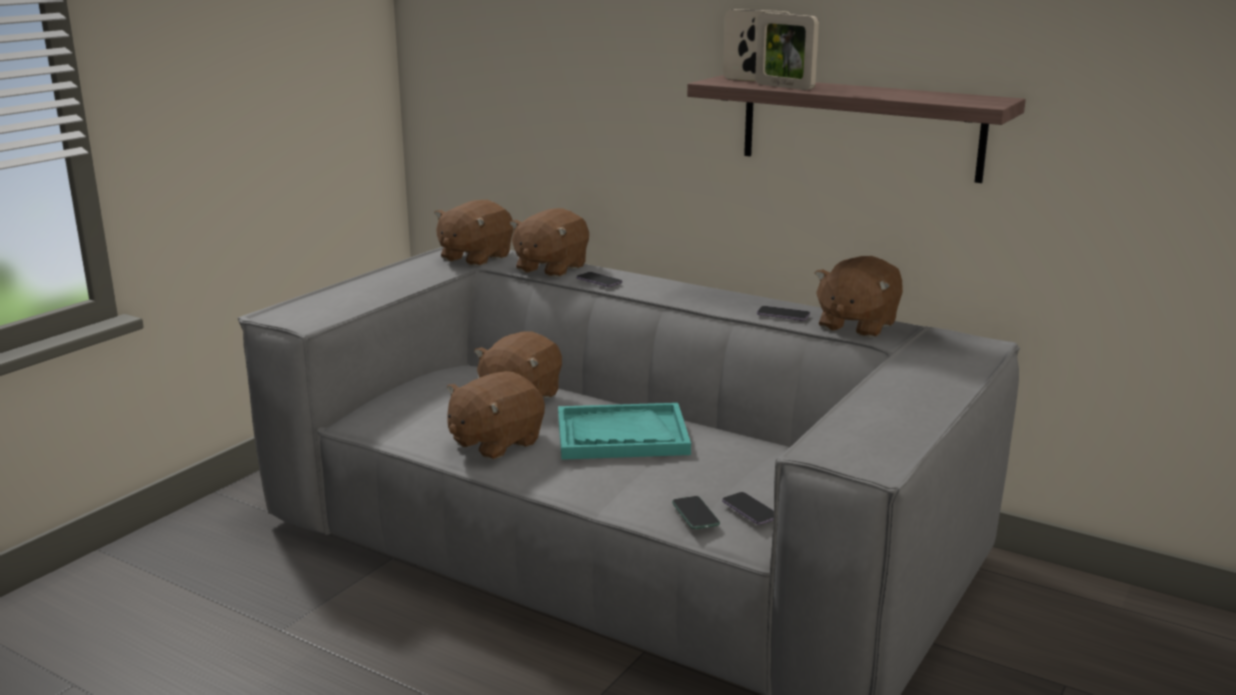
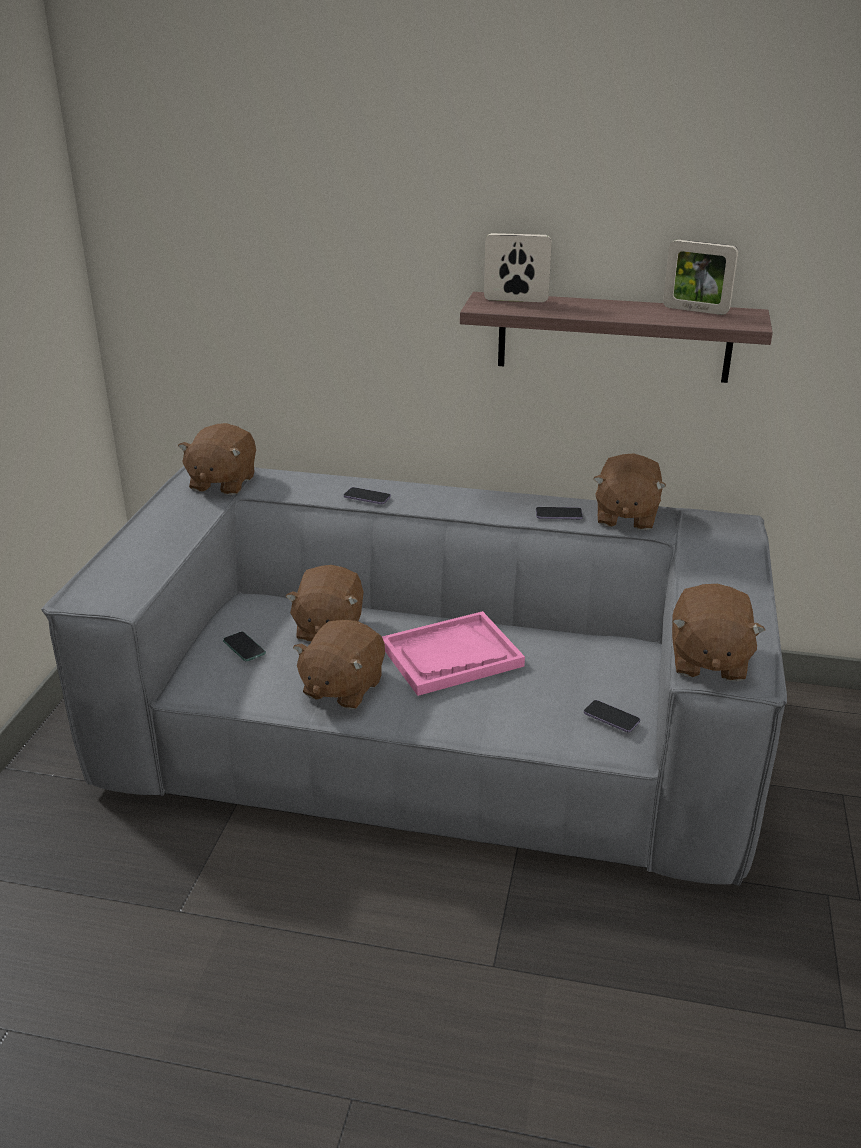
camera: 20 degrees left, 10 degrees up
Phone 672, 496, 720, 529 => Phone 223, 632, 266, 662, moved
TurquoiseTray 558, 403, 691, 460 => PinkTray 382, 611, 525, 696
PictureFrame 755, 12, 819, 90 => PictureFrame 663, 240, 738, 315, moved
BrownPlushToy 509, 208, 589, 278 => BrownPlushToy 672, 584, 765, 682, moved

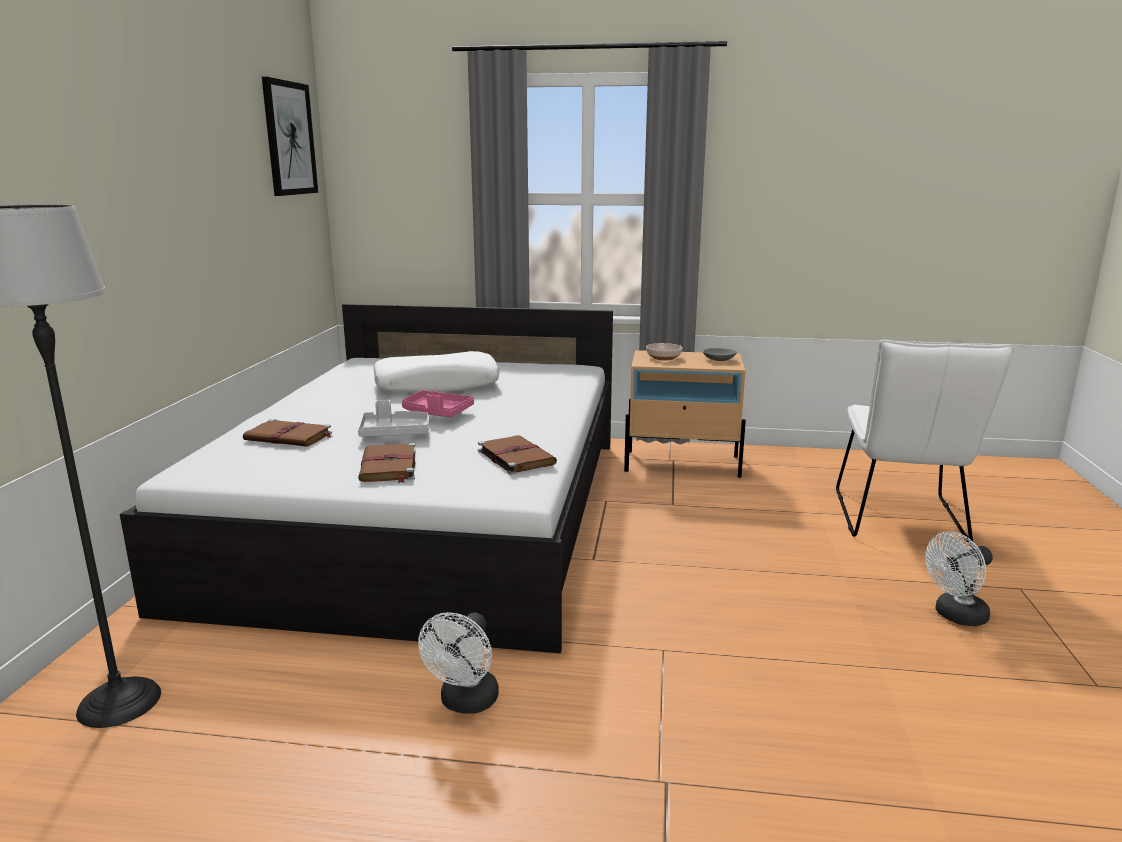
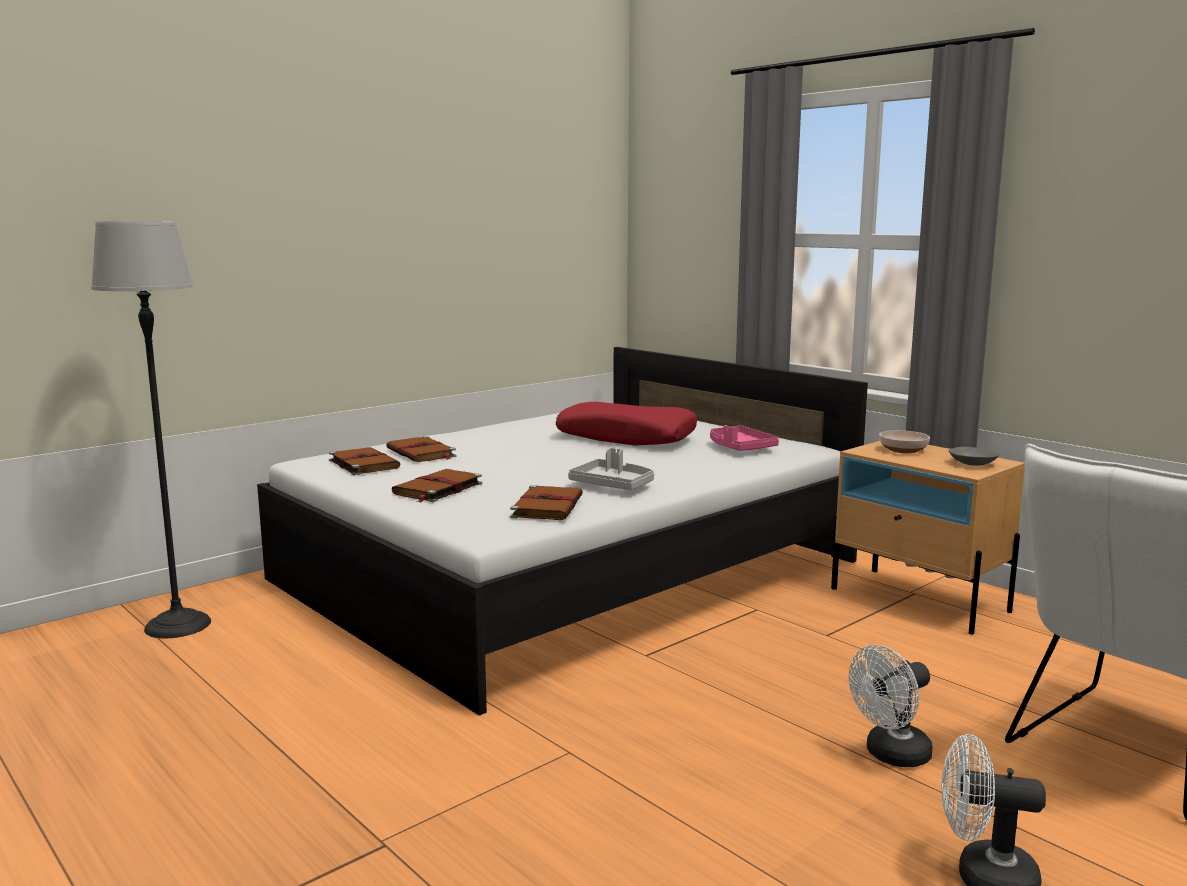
camera: 40 degrees right, 5 degrees down
nothing => BrownBook 329, 447, 400, 475
WhitePillow 374, 351, 500, 392 => RedPillow 556, 402, 697, 445
GreyTray 358, 400, 429, 437 => GreyTray 568, 448, 654, 490, moved
PinkTray 402, 390, 474, 417 => PinkTray 710, 425, 779, 451, moved
WhiteFan 418, 612, 499, 714 => WhiteFan 849, 645, 933, 767, moved
Picture 262, 77, 318, 196 => nothing

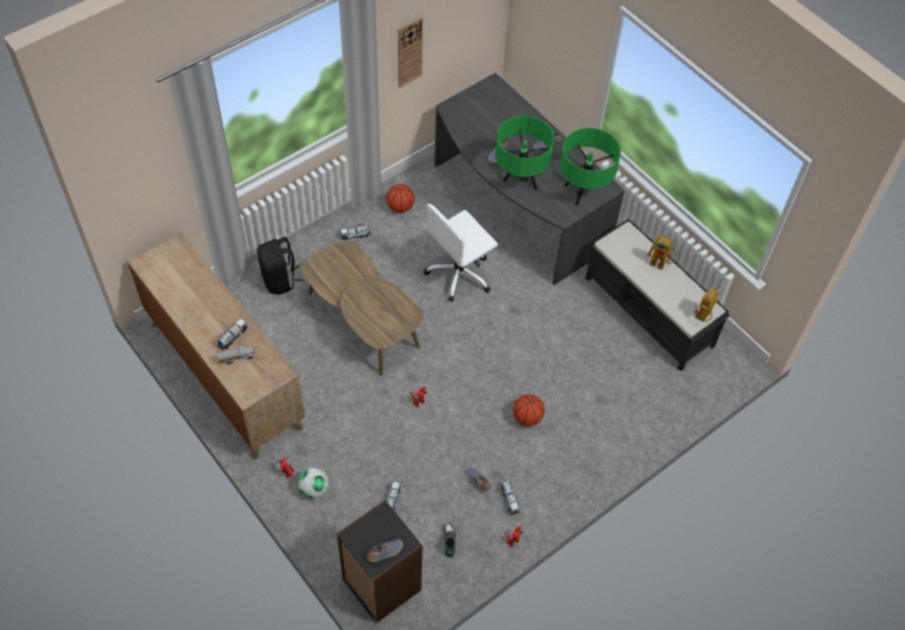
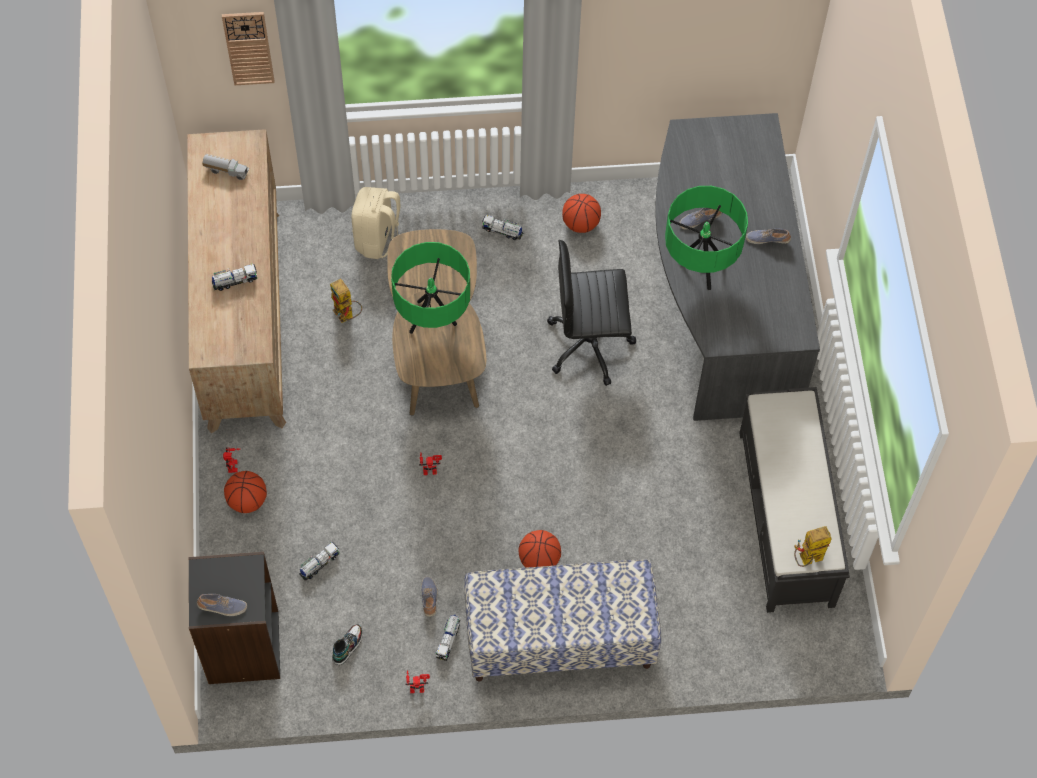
camera: 35 degrees right, 5 degrees up
ToyTruck 217, 346, 255, 364 => ToyTruck 202, 154, 249, 180, moved
WallClock 398, 17, 423, 87 => WallClock 222, 12, 275, 85, moved
Football 298, 467, 329, 498 => Basketball 224, 471, 267, 513
ToyRobot 647, 235, 676, 270 => ToyRobot 330, 279, 362, 323, moved
BlackBackpack 257, 237, 304, 295 => BeigeBackpack 352, 187, 400, 259
GreenTableLamp 560, 128, 621, 206 => GreenTableLamp 391, 242, 470, 334, moved
nothing => Bench 464, 560, 661, 681
WhiteOfficeChair 424, 204, 498, 302 => BlackOfficeChair 547, 240, 636, 386

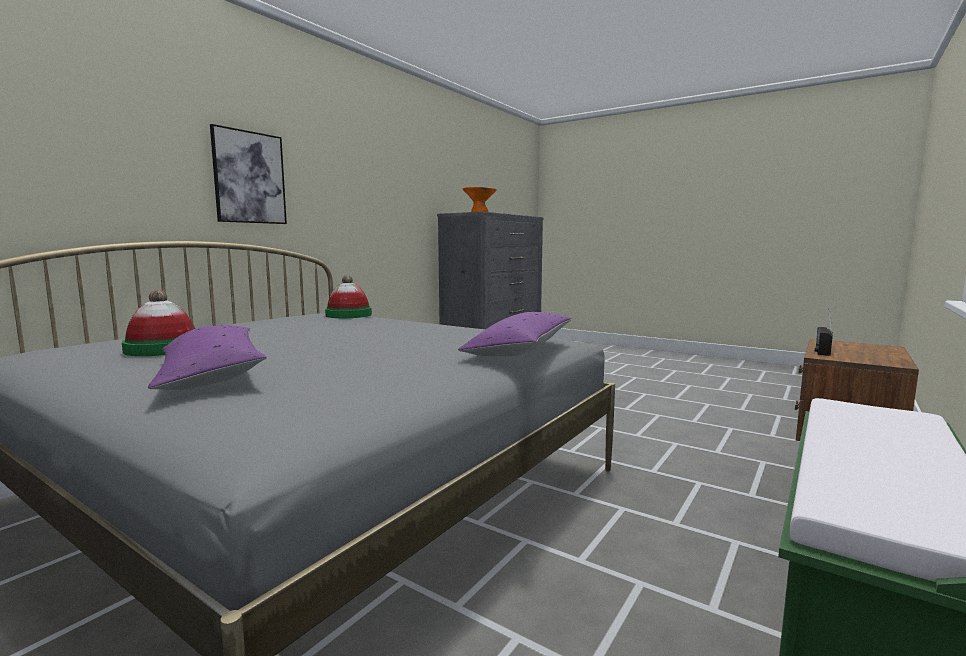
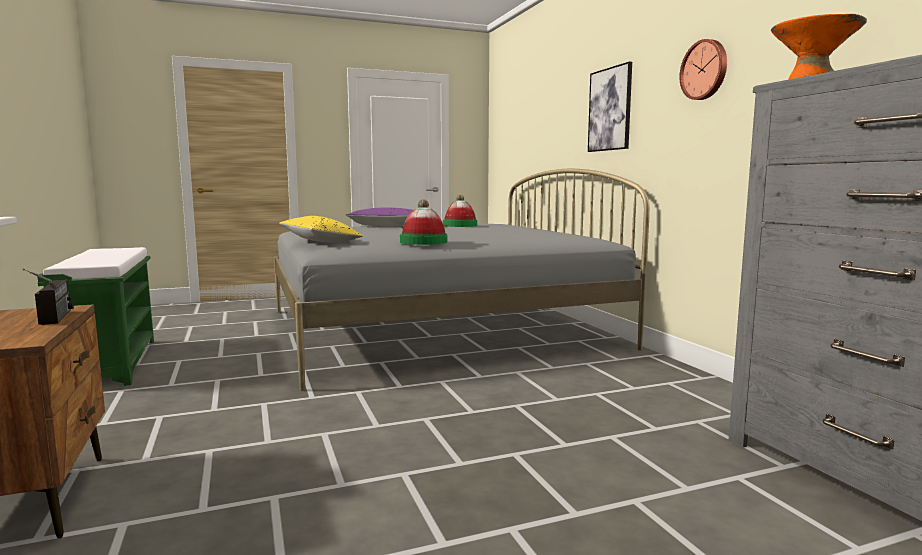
camera: 125 degrees right, 0 degrees up
PurplePillow 458, 312, 572, 357 => YellowPillow 279, 216, 363, 243
Hat 325, 275, 372, 318 => Hat 400, 199, 448, 245, moved
nothing => WallClock 680, 39, 727, 100

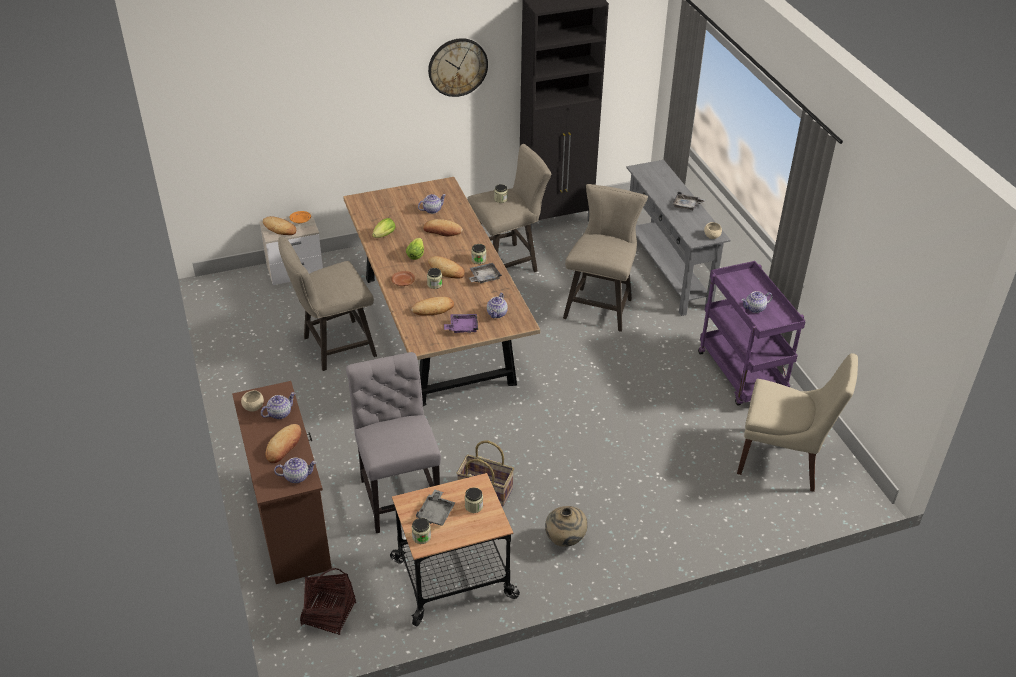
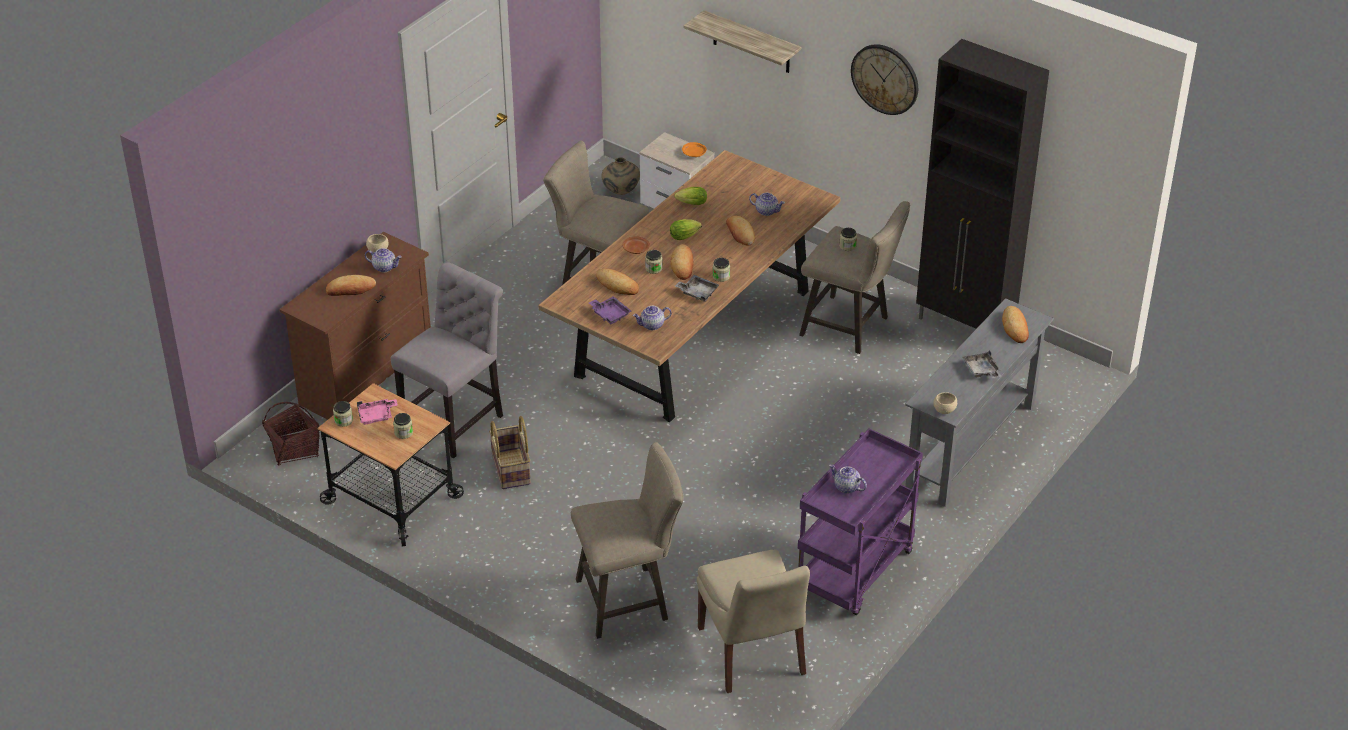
camera: 55 degrees right, 0 degrees up
GreyTray 416, 490, 456, 526 => PinkTray 357, 399, 398, 425
BeigeStool 563, 184, 648, 332 => BeigeStool 571, 442, 683, 639, moved
BeigeVase 545, 506, 588, 547 => BeigeVase 601, 157, 640, 195, moved
nothing => Shelf 683, 10, 801, 73
Bread 263, 216, 296, 235 => Bread 1002, 306, 1029, 343, moved
Teapot 274, 458, 317, 483 => nothing

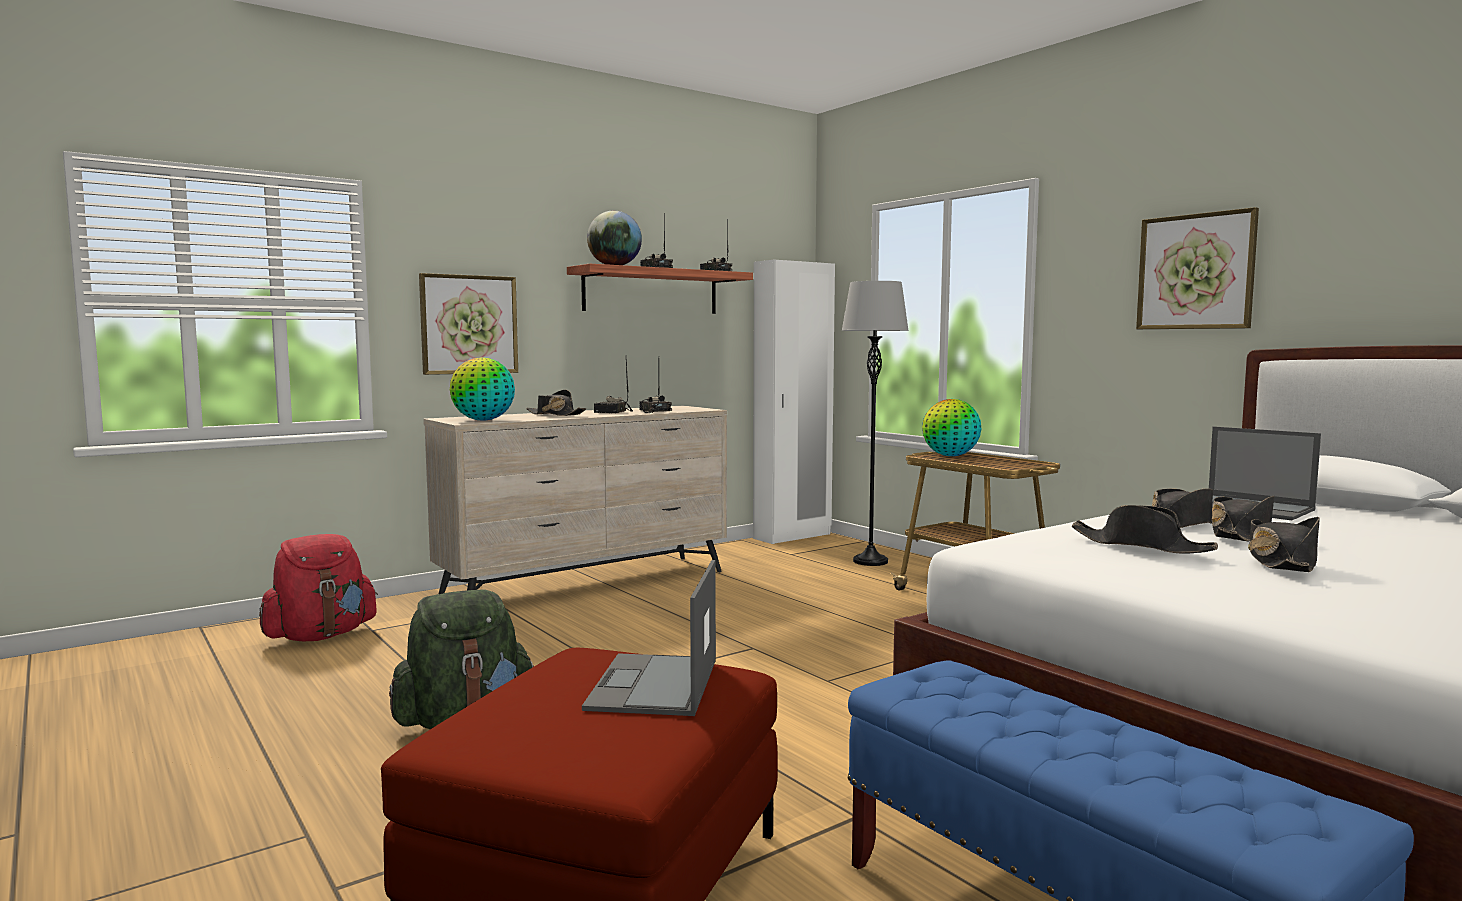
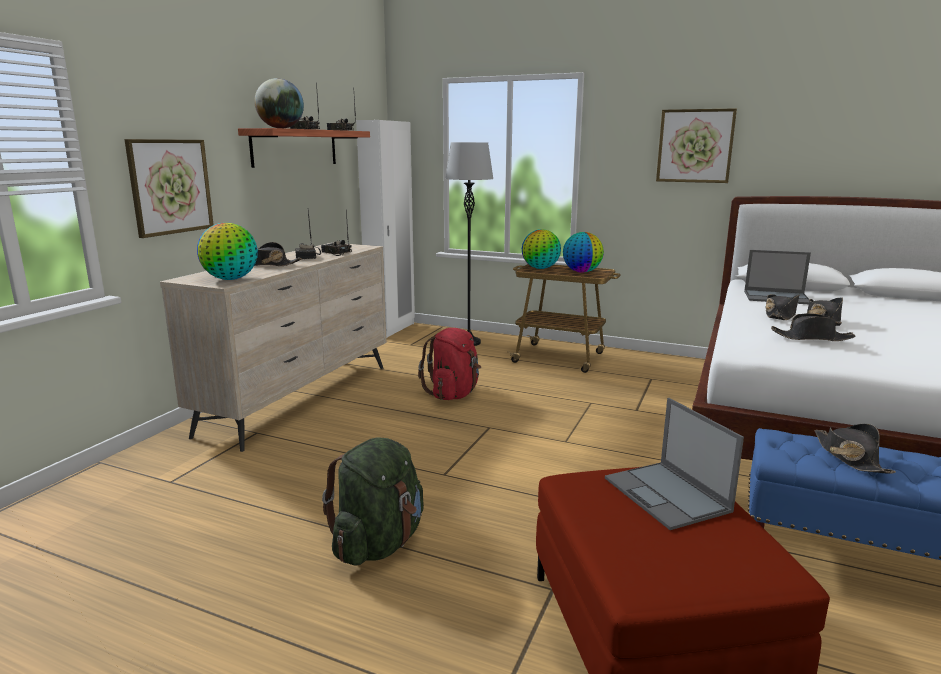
camera: 30 degrees left, 10 degrees up
RedBackpack 259, 534, 378, 641 => RedBackpack 418, 328, 481, 400, moved
nothing => Globe 563, 232, 604, 273
BlackHat 1248, 517, 1320, 572 => BlackHat 815, 424, 896, 474, moved

